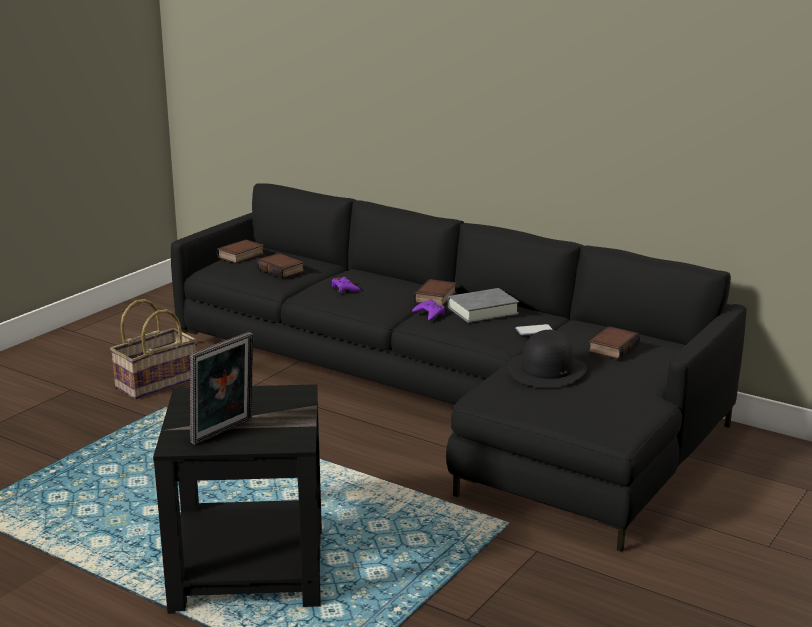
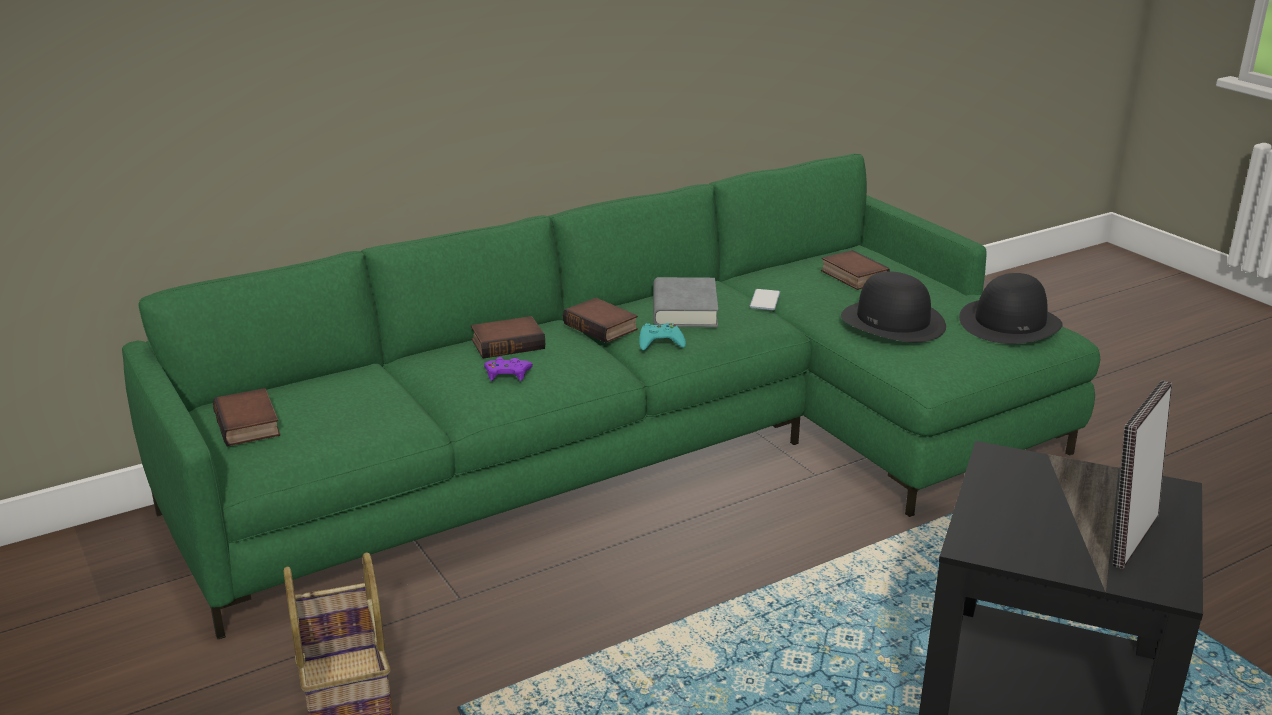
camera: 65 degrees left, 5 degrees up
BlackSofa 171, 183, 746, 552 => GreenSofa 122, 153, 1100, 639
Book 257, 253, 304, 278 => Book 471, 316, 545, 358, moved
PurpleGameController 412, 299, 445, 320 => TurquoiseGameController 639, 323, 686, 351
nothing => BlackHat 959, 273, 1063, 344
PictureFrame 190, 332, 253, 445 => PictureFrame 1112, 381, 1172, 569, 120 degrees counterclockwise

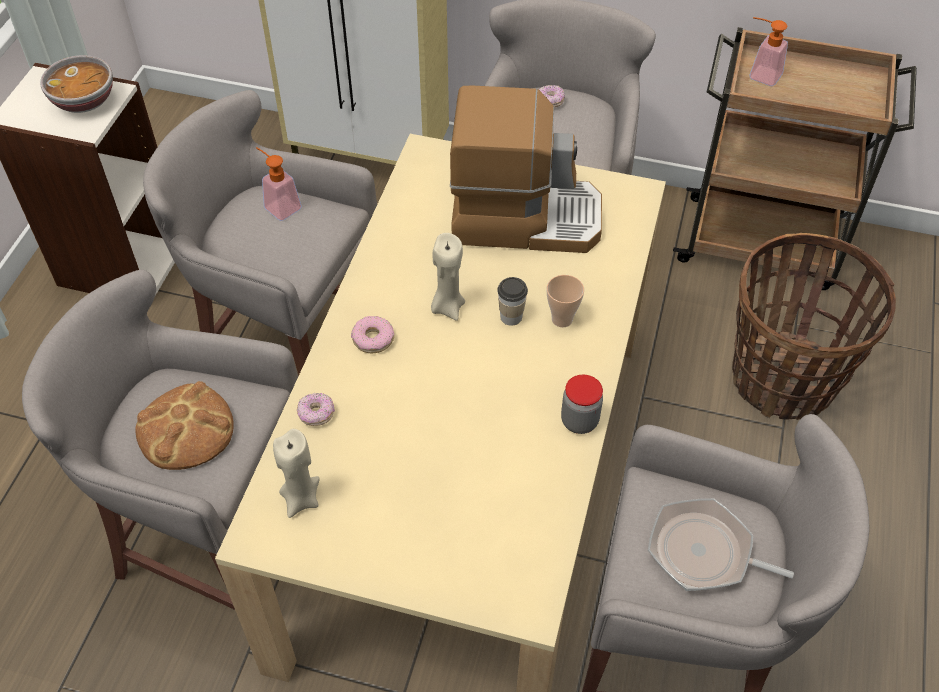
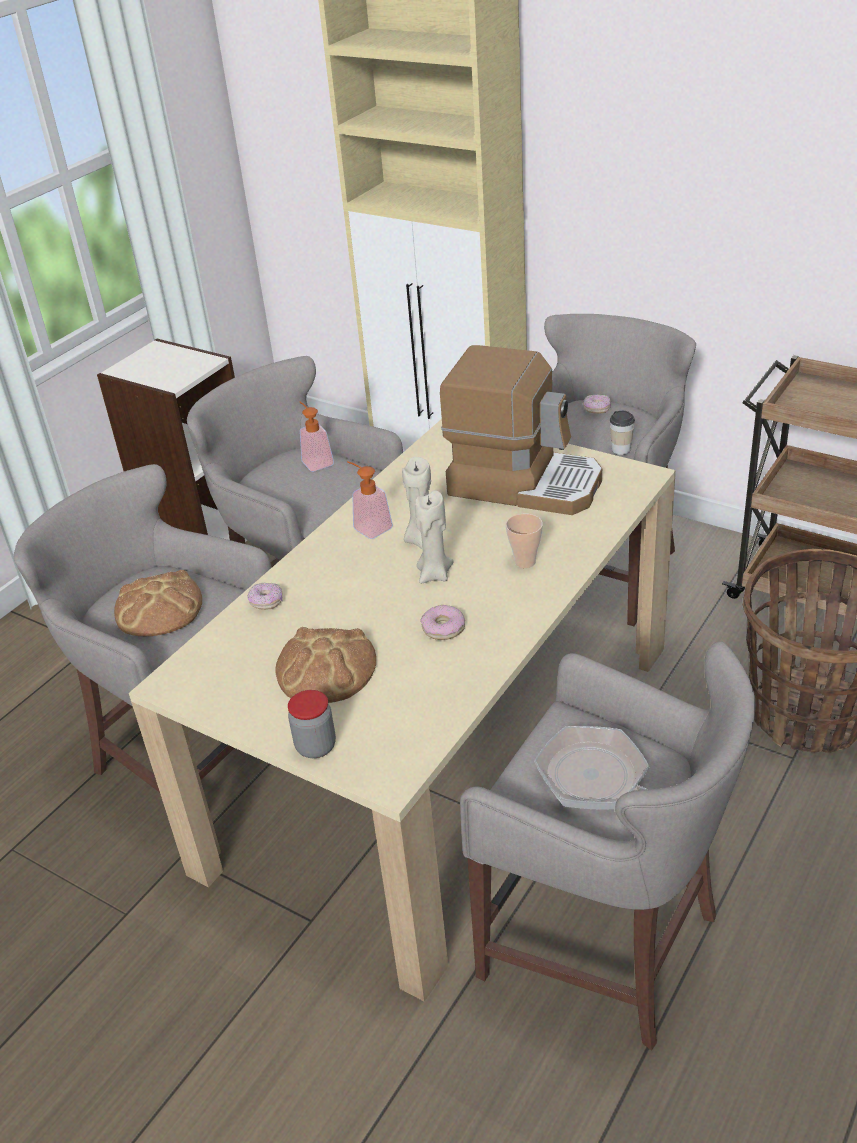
camera: 20 degrees right, 15 degrees down
nothing => Bread 275, 627, 376, 703
Jar 561, 375, 603, 434 => Jar 288, 690, 336, 758, moved
SoapDispenser 750, 17, 788, 86 => SoapDispenser 347, 461, 393, 539, moved
BeigeCandle 273, 429, 320, 518 => BeigeCandle 415, 490, 454, 584, moved
Donut 351, 316, 394, 353 => Donut 420, 605, 465, 640, moved
Cup 497, 277, 528, 326 => Cup 610, 411, 635, 455, moved
Bowl 40, 55, 113, 113 => nothing

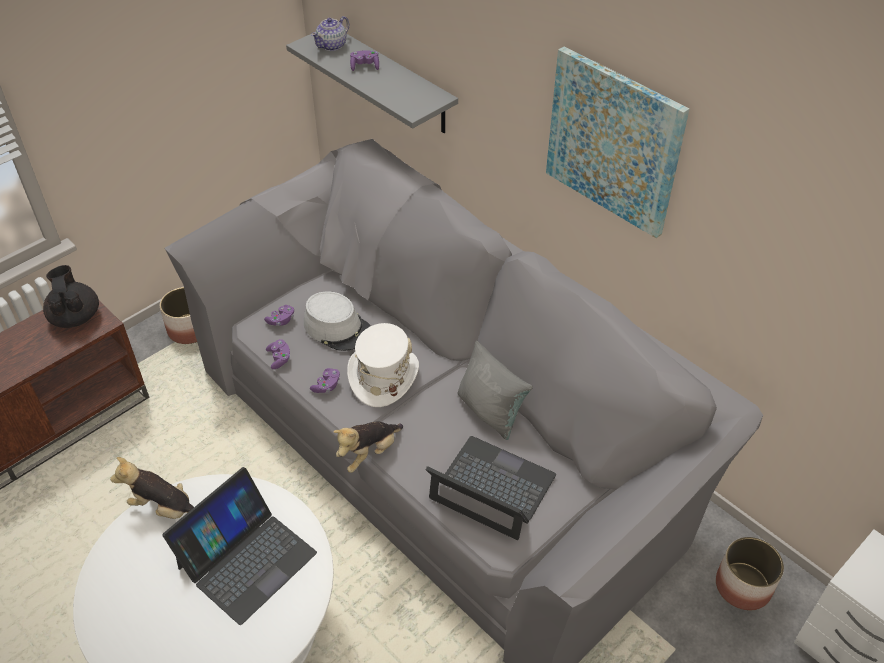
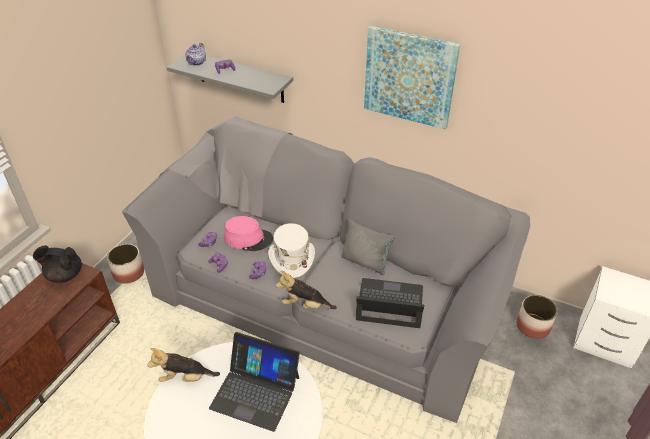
camera: 20 degrees left, 5 degrees down
BlackTeapot 43, 265, 99, 328 => BlackTeapot 33, 245, 82, 283, 45 degrees counterclockwise
Laptop 162, 467, 317, 625 => Laptop 209, 332, 300, 432, 90 degrees clockwise
GreyHat 304, 291, 371, 351 => PinkHat 224, 216, 273, 251
PlushToy 333, 421, 403, 473 => PlushToy 276, 271, 337, 309, 75 degrees clockwise

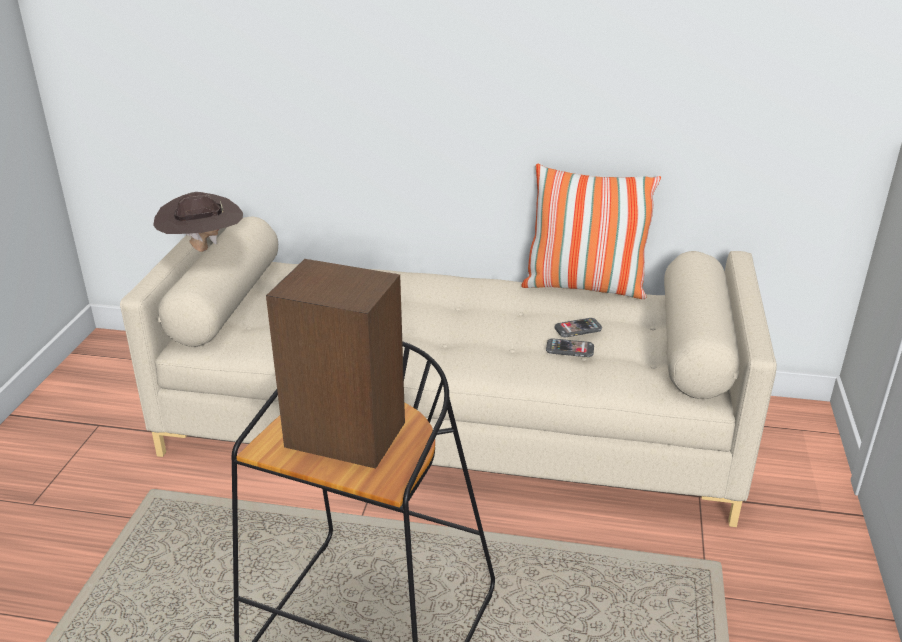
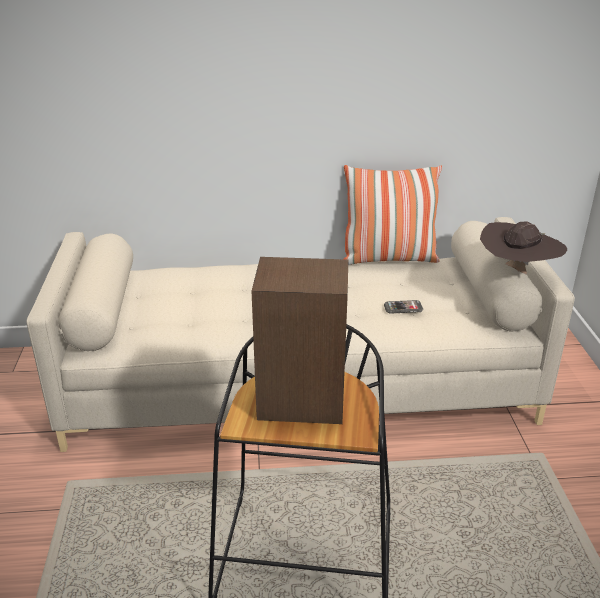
camera: 15 degrees left, 0 degrees up
BrownHat 153, 192, 243, 252 => BrownHat 480, 222, 567, 274, moved
Phone 554, 318, 602, 338 => nothing

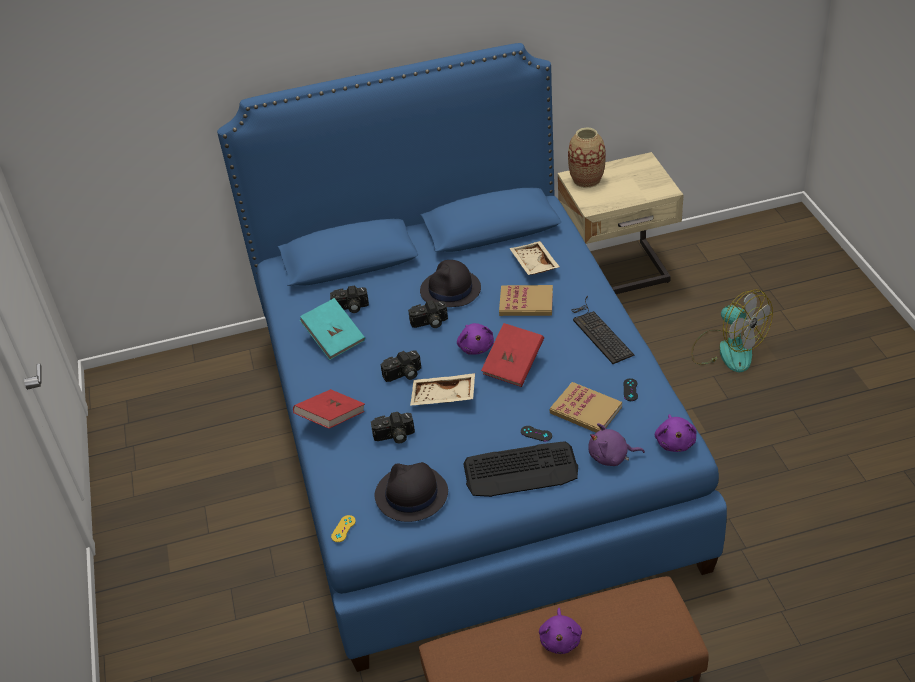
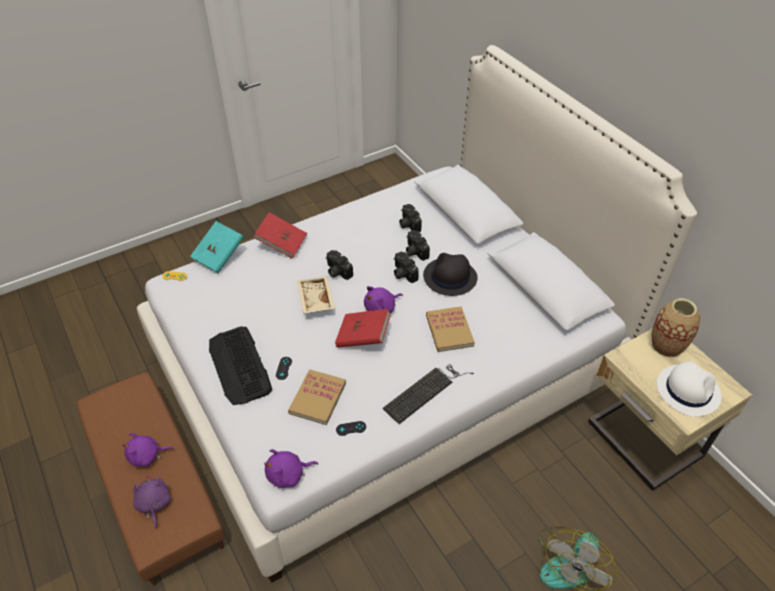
camera: 70 degrees right, 5 degrees up
PurplePlushToy 588, 423, 645, 466 => PurplePlushToy 133, 474, 171, 529, moved
BlueBed 217, 43, 727, 672 => WhiteBed 137, 45, 697, 583
TurquoiseBook 300, 298, 365, 360 => TurquoiseBook 190, 221, 244, 273, moved
PhotoCamera 371, 412, 415, 443 => PhotoCamera 406, 230, 430, 261, moved
nothing => WhiteHat 657, 361, 721, 417
BlackHat 375, 462, 448, 522 => nothing
BeigeTray 510, 241, 560, 275 => nothing

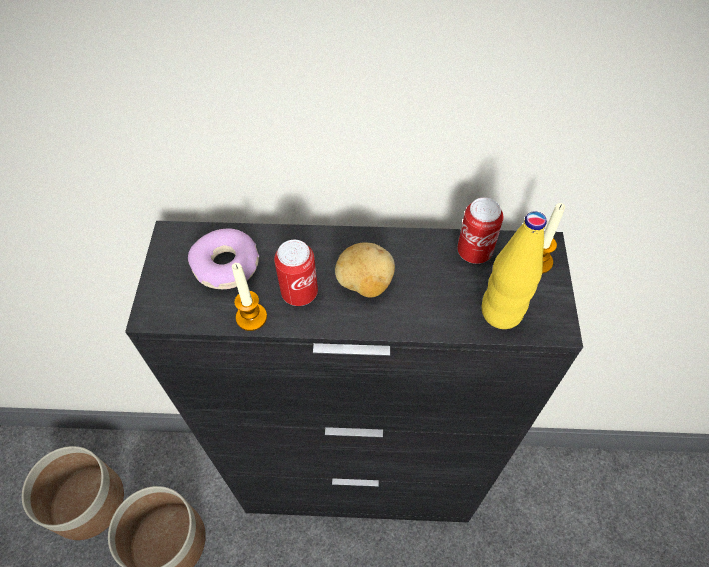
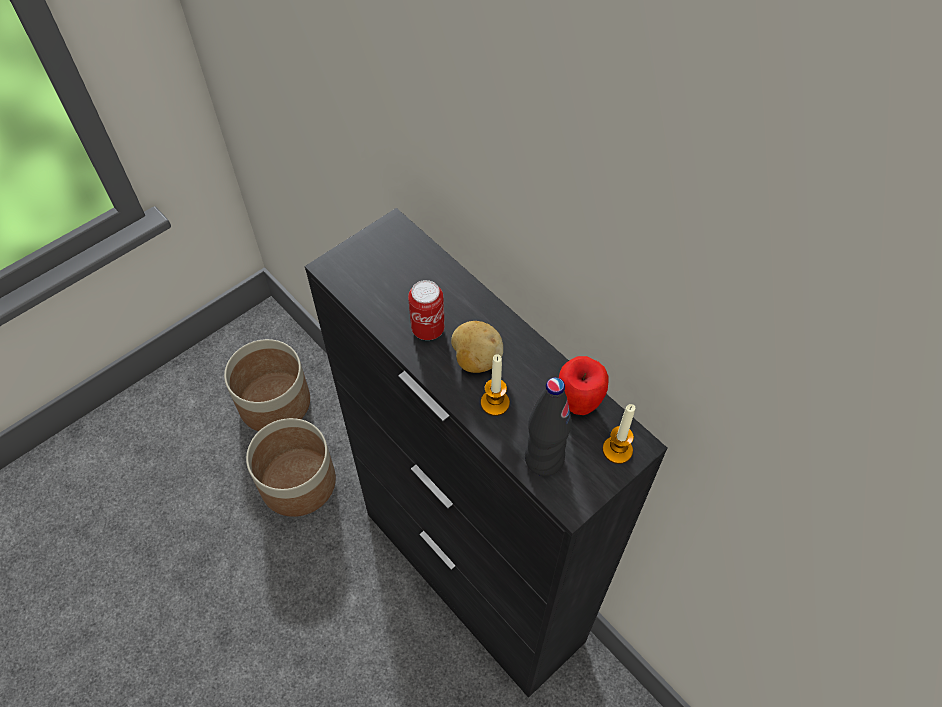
camera: 45 degrees right, 0 degrees up
Candle 232, 263, 267, 331 => Candle 481, 354, 510, 416, moved
YellowBottle 481, 211, 547, 329 => BlackBottle 525, 377, 572, 476
Can 457, 198, 504, 264 => Apple 559, 356, 609, 415
Donut 188, 229, 259, 289 => nothing

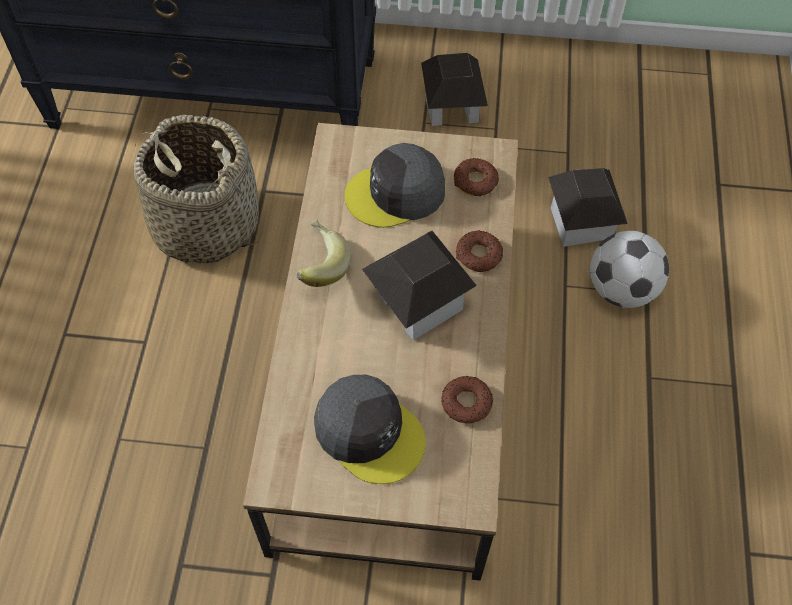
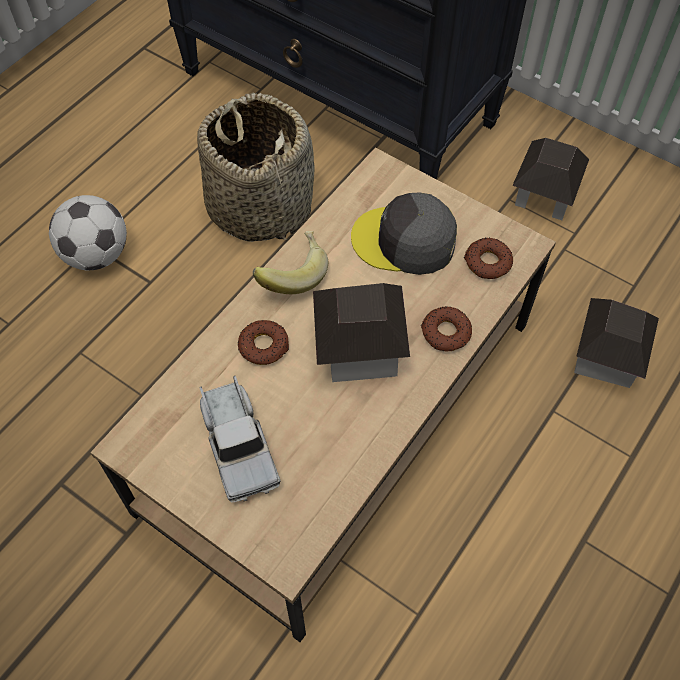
camera: 30 degrees right, 0 degrees up
Football 590, 231, 669, 308 => Football 49, 195, 127, 270, moved
GreyCap 314, 375, 426, 484 => ToyTruck 199, 376, 281, 503
Donut 441, 376, 493, 423 => Donut 238, 320, 289, 365, moved

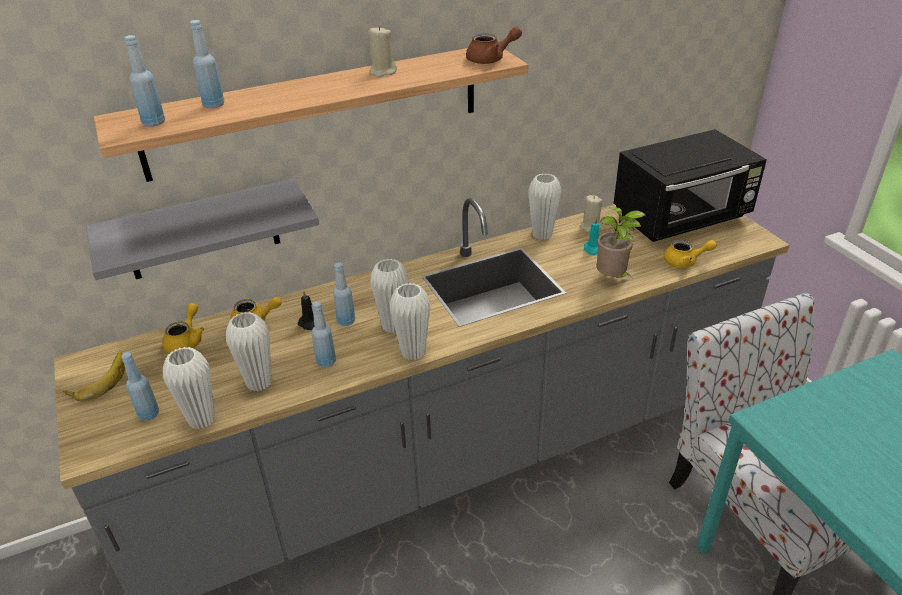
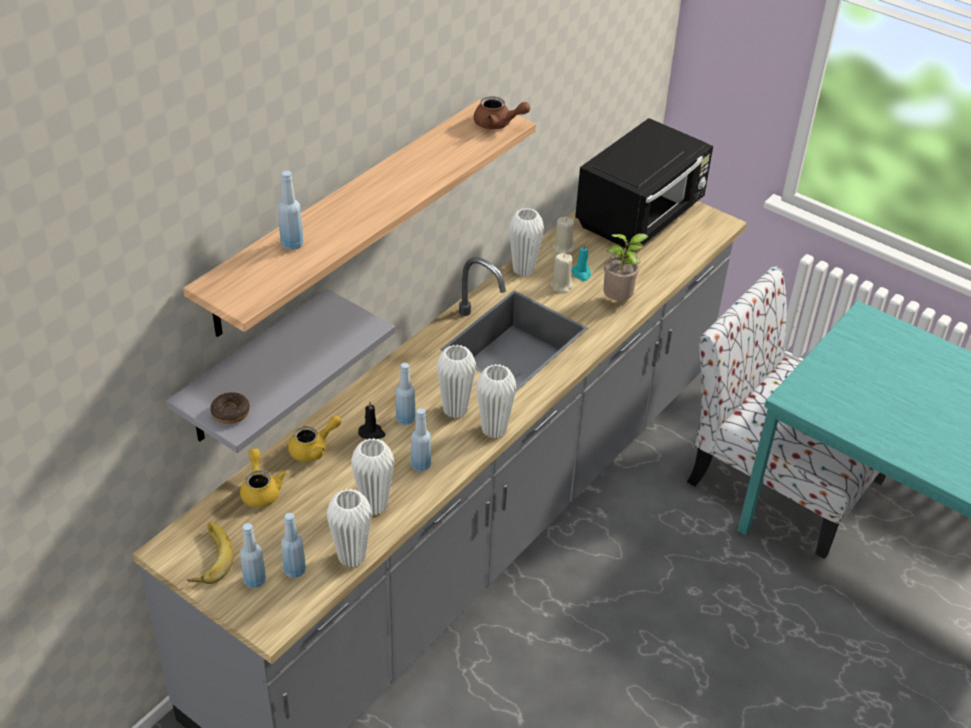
camera: 30 degrees left, 5 degrees up
nothing => Donut 211, 392, 250, 424
BlueBottle 124, 35, 165, 127 => BlueBottle 240, 523, 266, 588, moved
BrownTeapot 466, 26, 522, 64 => BrownTeapot 474, 96, 530, 129, 60 degrees clockwise
BeigeCandle 369, 26, 397, 77 => BeigeCandle 550, 253, 573, 293, moved
YellowTeapot 664, 240, 717, 268 => nothing

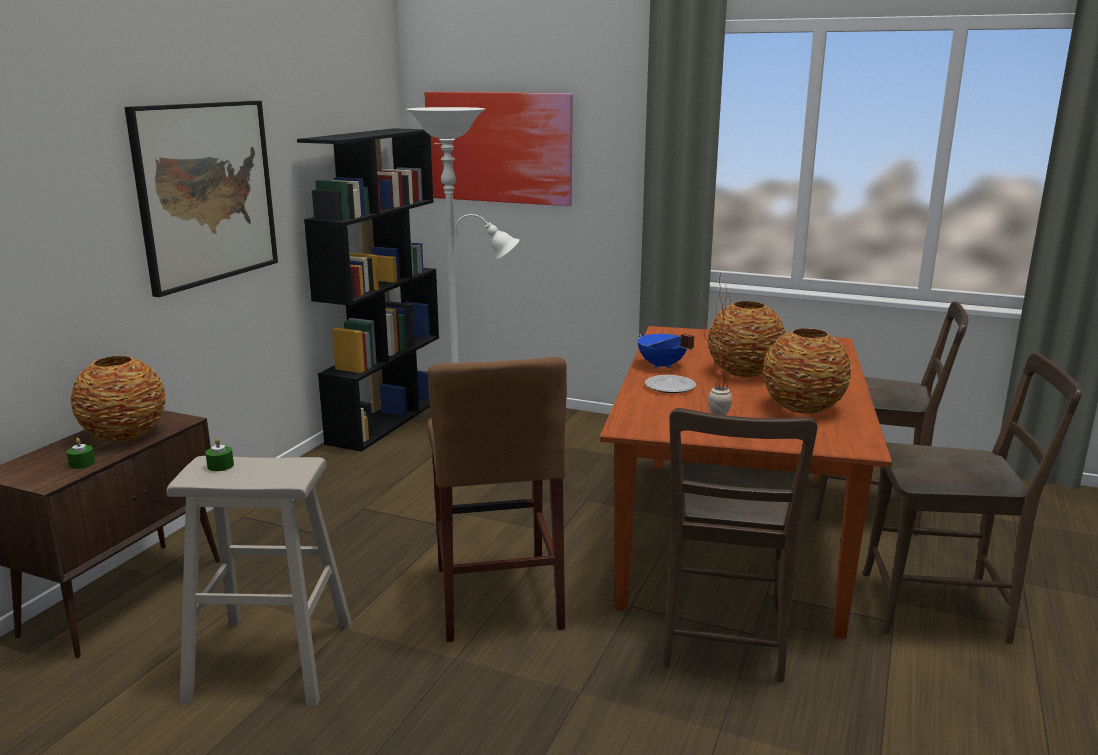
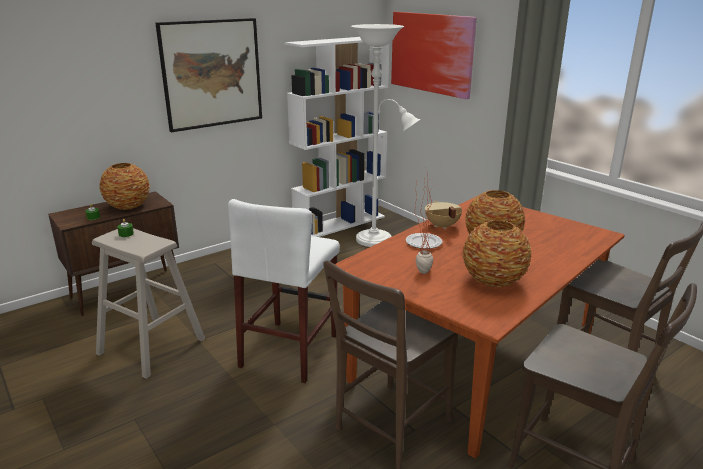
camera: 30 degrees right, 5 degrees up
BrownStool 427, 357, 567, 642 => WhiteStool 228, 199, 340, 383
BlackBookcase 297, 128, 439, 452 => WhiteBookcase 285, 37, 389, 237
BlueCookingPot 637, 333, 694, 368 => BeigeCookingPot 425, 201, 462, 230

